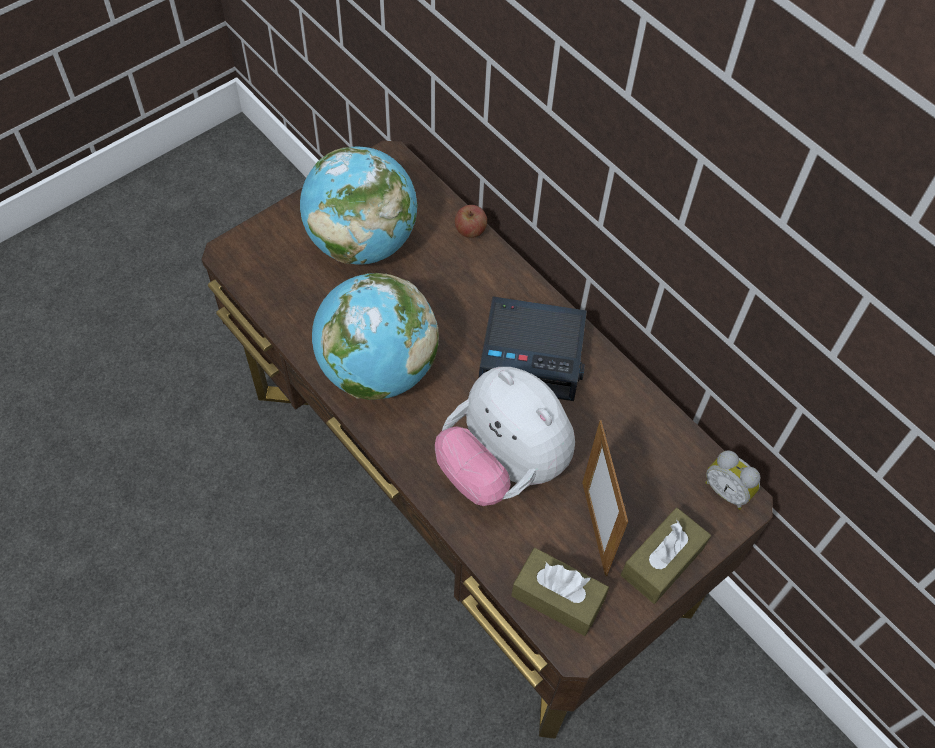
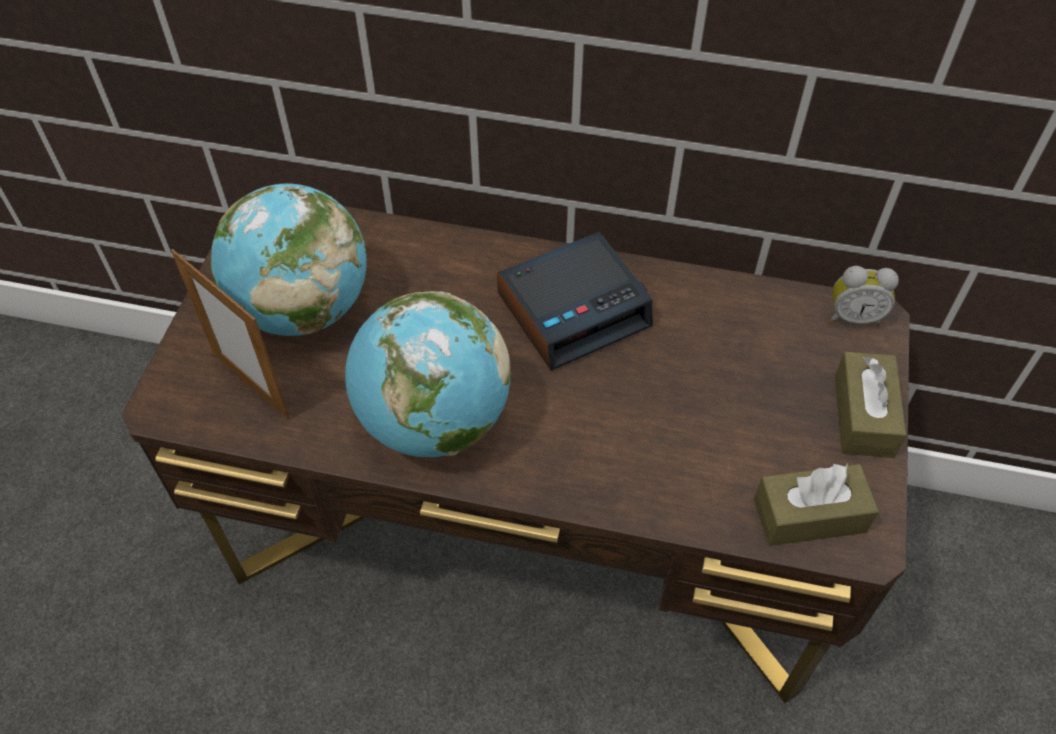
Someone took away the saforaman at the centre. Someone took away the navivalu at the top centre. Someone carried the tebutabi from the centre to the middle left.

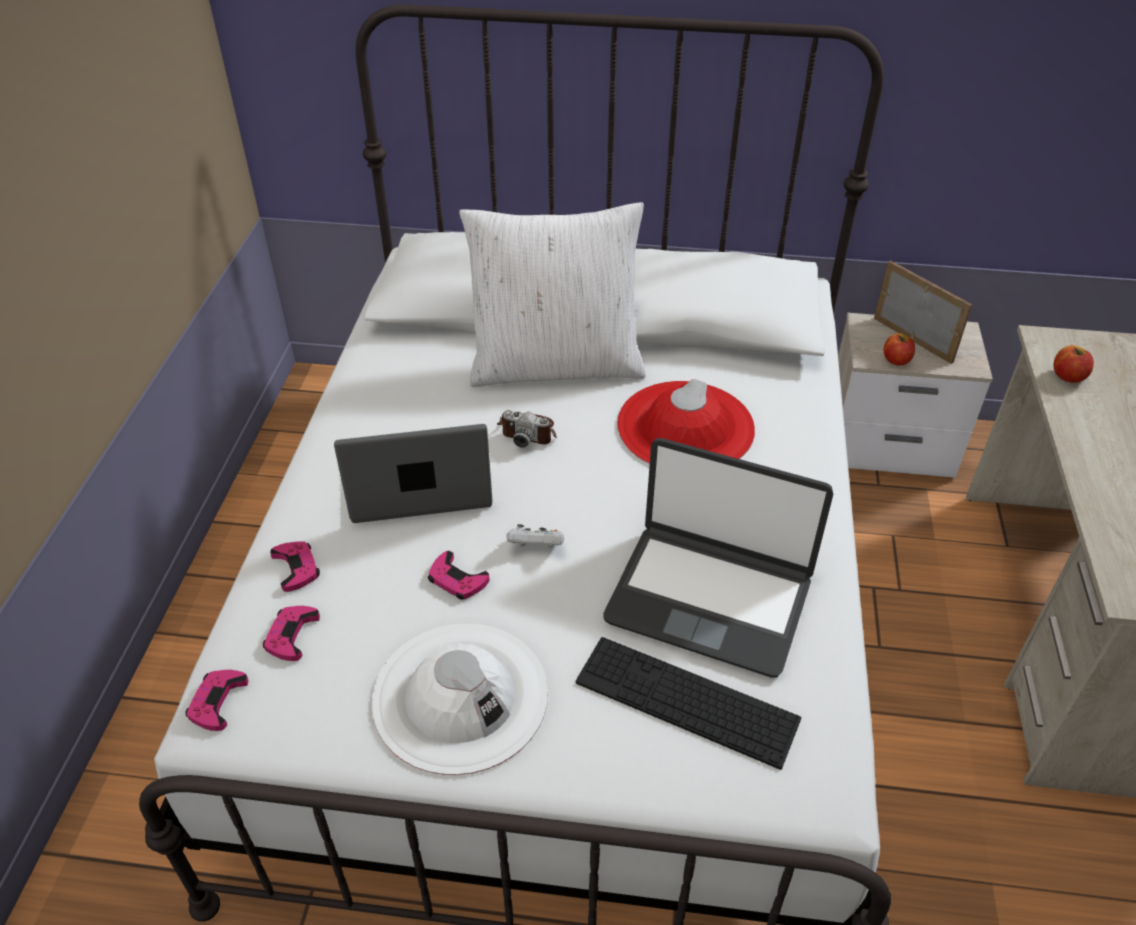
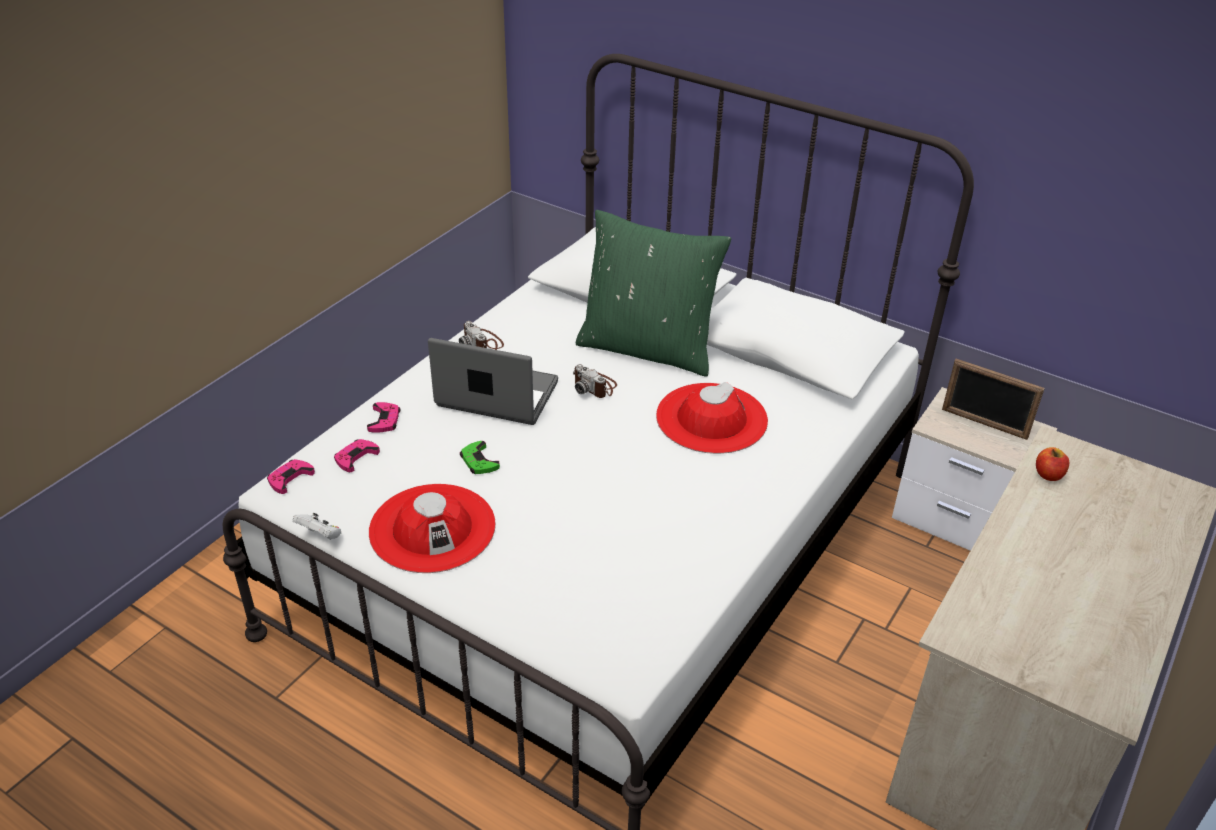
Someone took away the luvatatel at the bottom centre. Someone took away the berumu (no. 2 from left) at the centre. Someone took away the navivalu (no. 1 from left) at the middle right. Someone put down the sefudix (no. 1 from left) at the centre. Someone carried the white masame from the centre to the middle left. Someone repainted the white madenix at the bottom centre, which became the red madenix (no. 1 from left) at the centre. Someone repainted the pink masame (no. 4 from left) at the centre, which became the green masame at the centre. Someone repainted the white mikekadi at the top centre, which became the green mikekadi at the centre. Someone rotated the tebutabi at the middle right by 135 degrees clockwise.

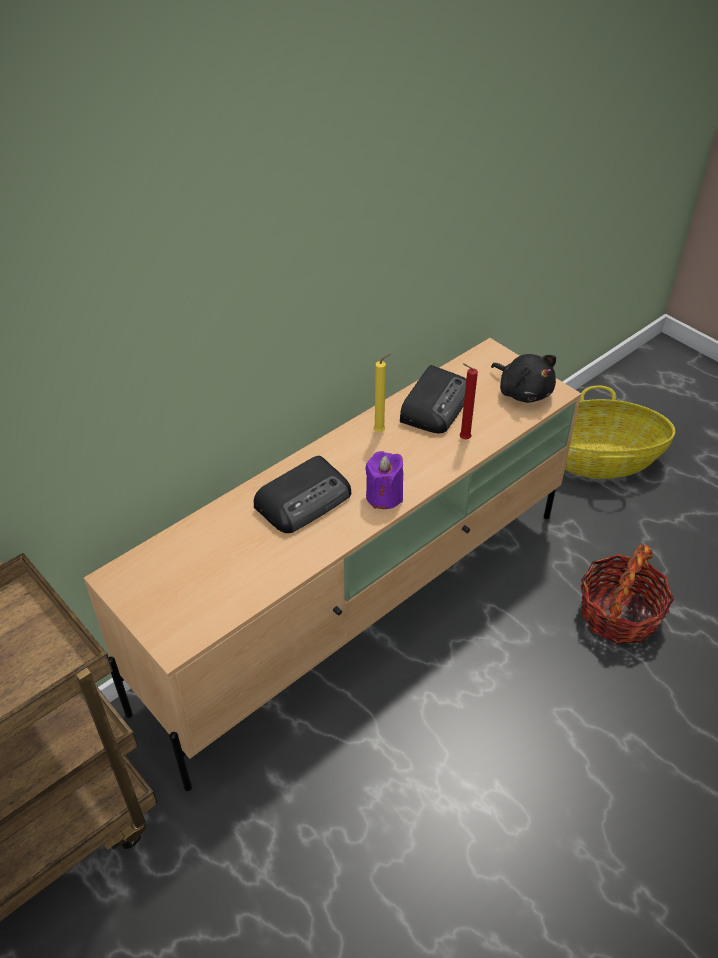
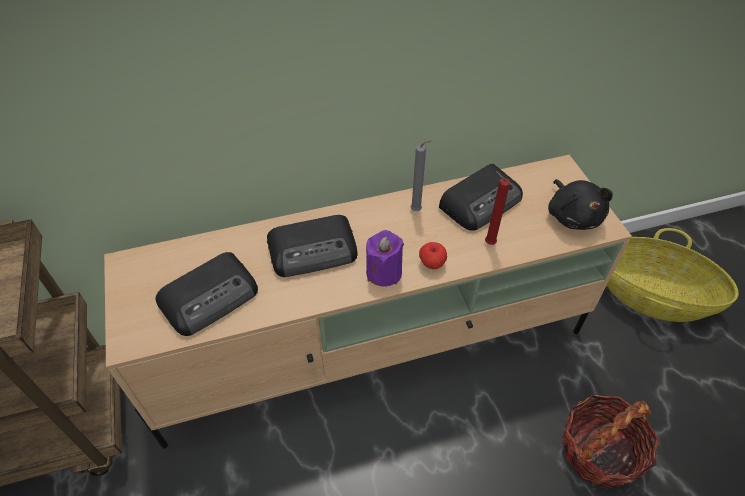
Someone put down the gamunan (no. 1 from left) at the middle left. Someone put down the navivalu at the centre. Someone repainted the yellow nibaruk at the centre, which became the grey nibaruk at the centre.

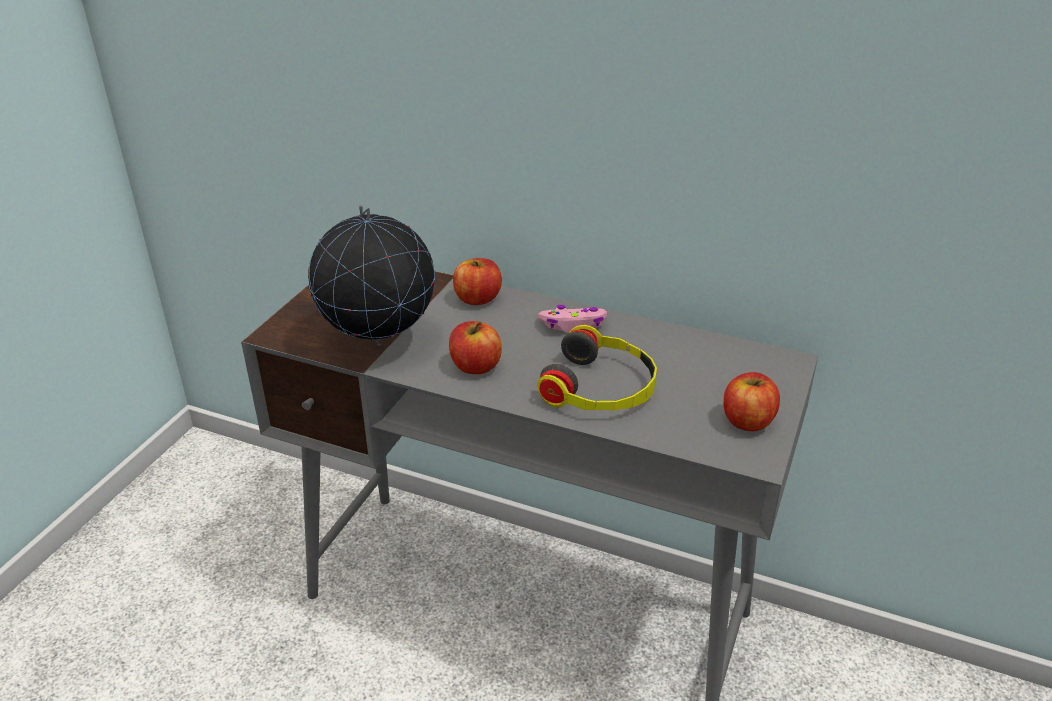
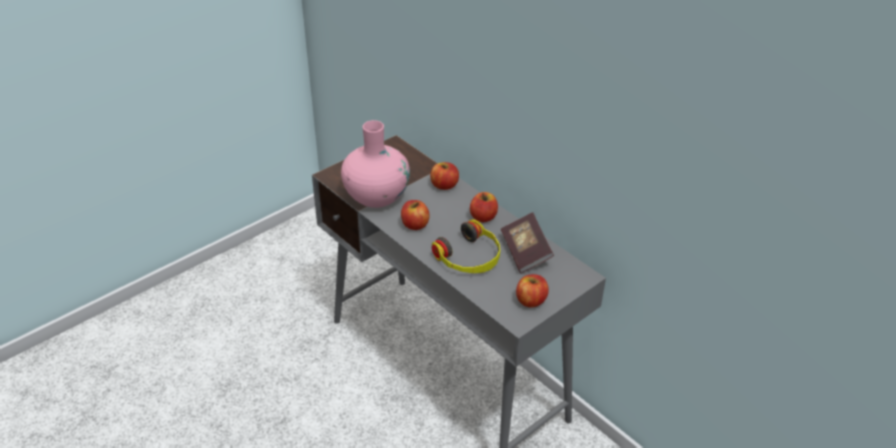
Someone put down the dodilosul at the centre. Someone swapped the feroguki at the centre for the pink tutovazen at the centre. Someone swapped the pink masame at the centre for the navivalu (no. 3 from left) at the centre.

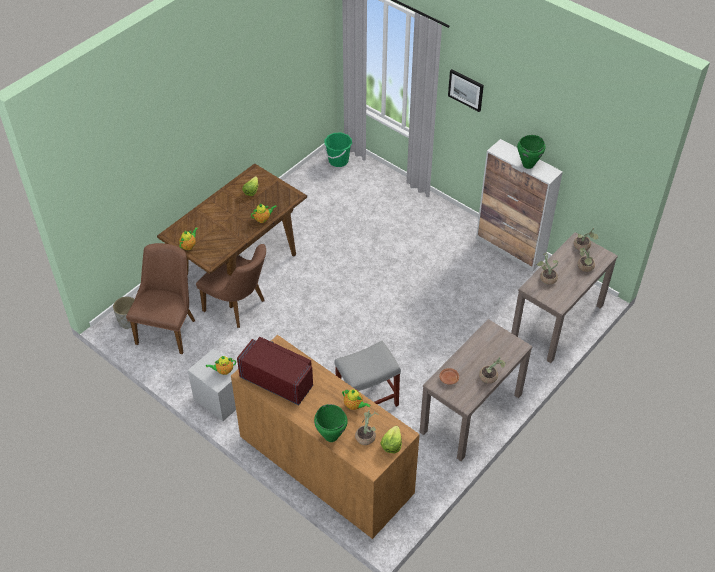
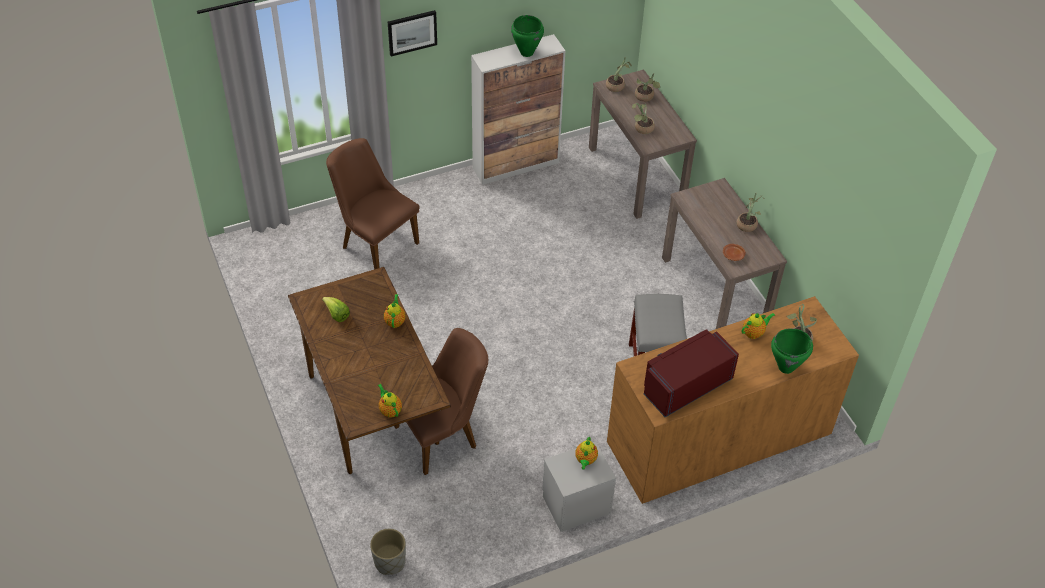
Someone took away the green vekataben at the top centre. Someone took away the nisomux (no. 2 from left) at the bottom centre. Someone carried the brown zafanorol (no. 1 from left) from the middle left to the centre.

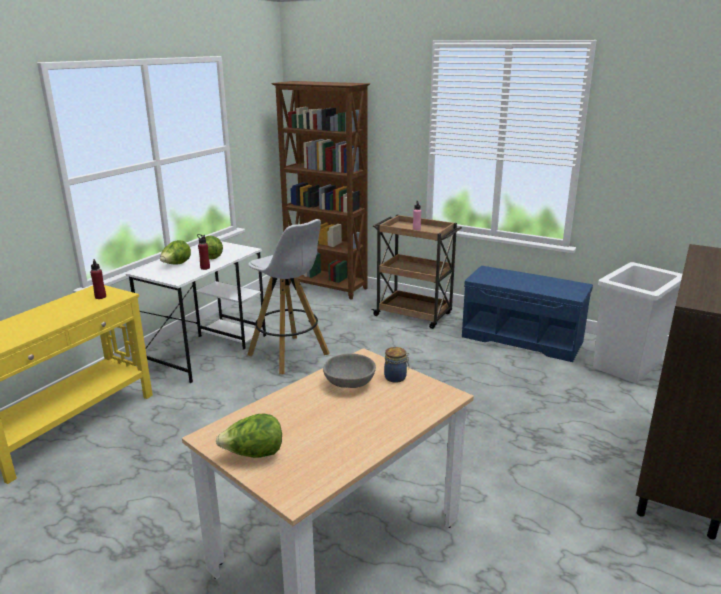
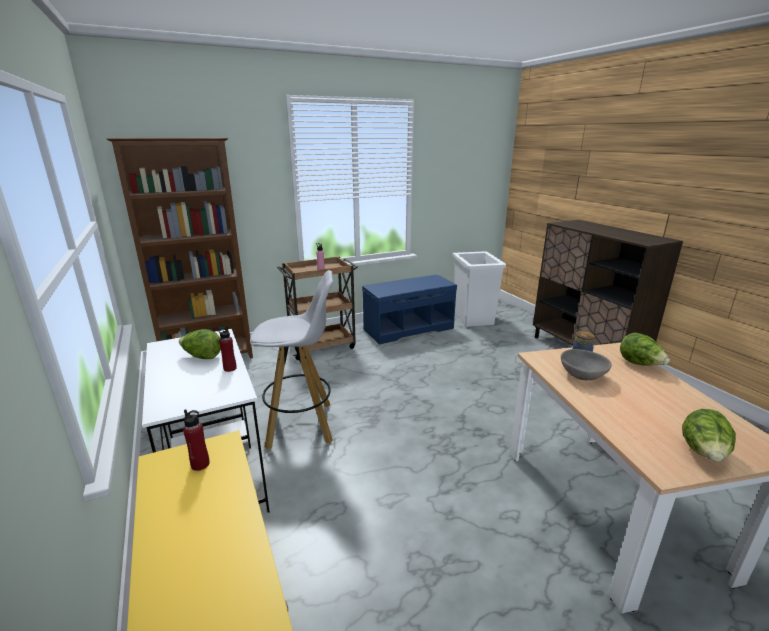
Someone carried the nisomux (no. 1 from left in the first image) from the middle left to the middle right.

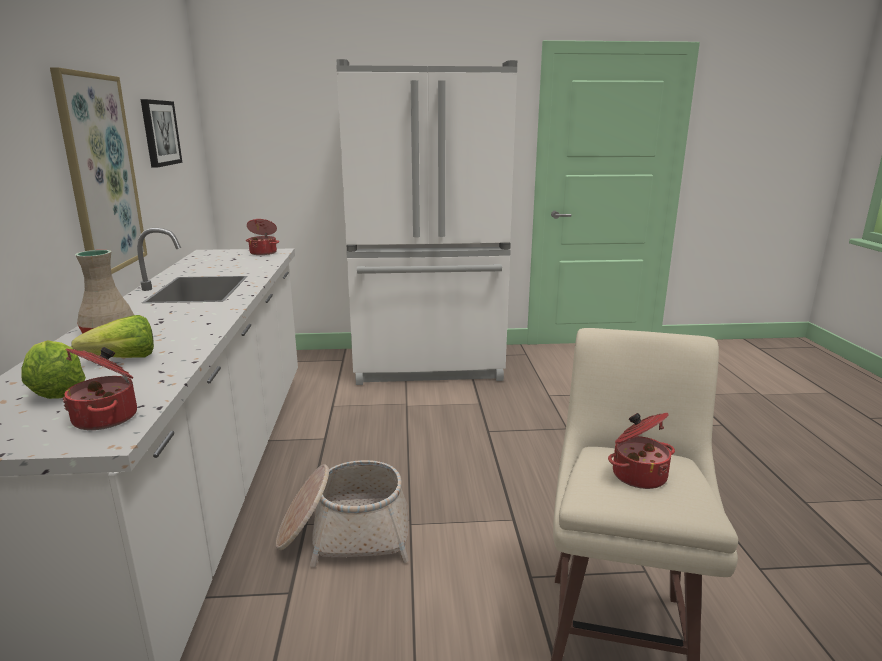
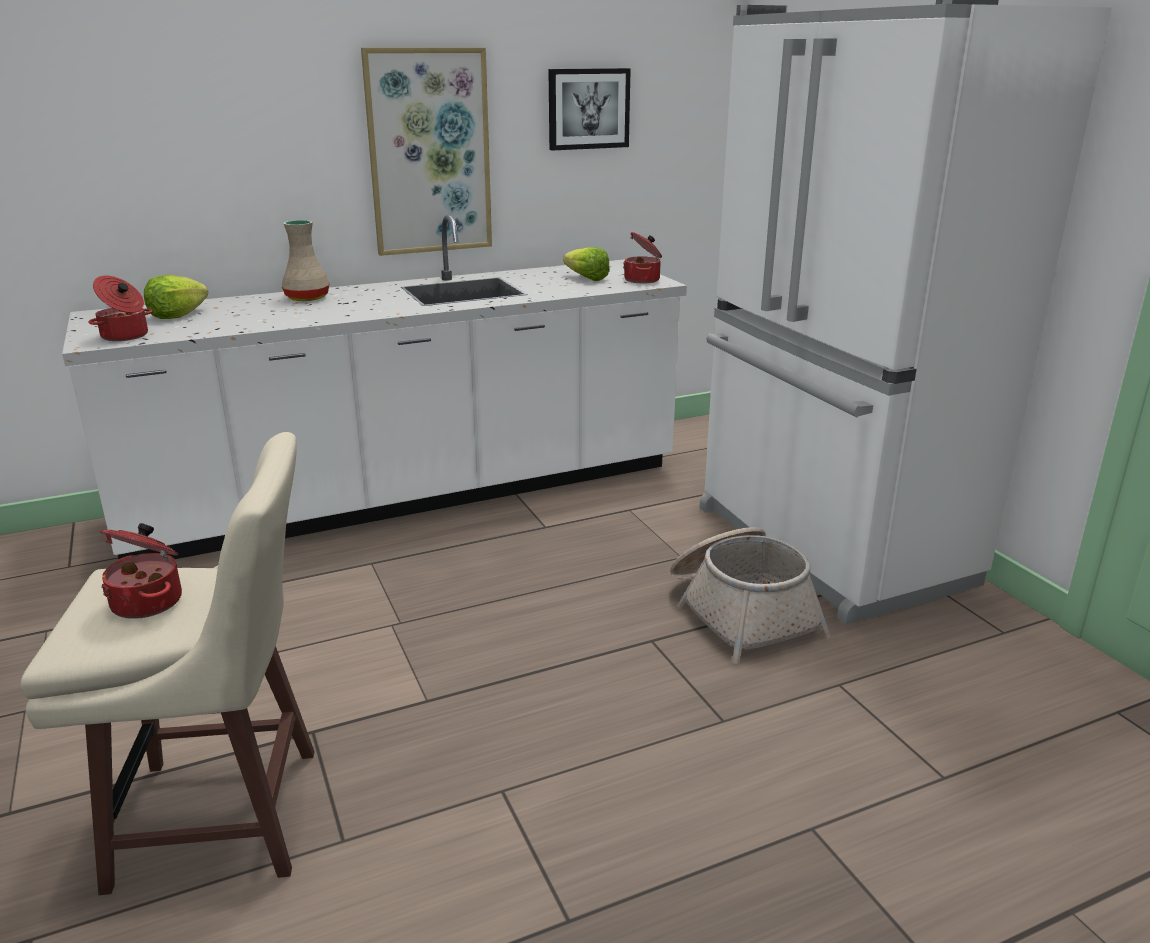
Someone carried the nisomux (no. 2 from left) from the middle left to the top centre. Someone carried the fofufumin from the bottom centre to the centre.

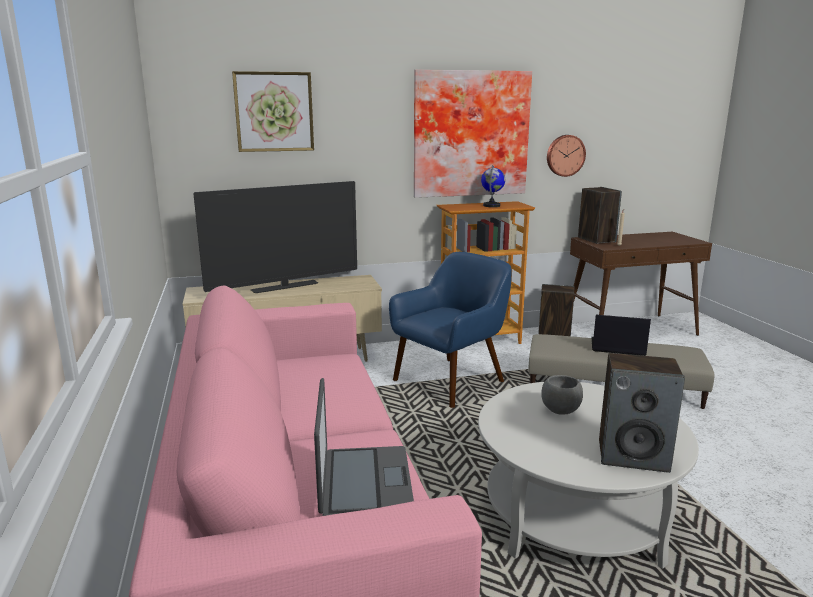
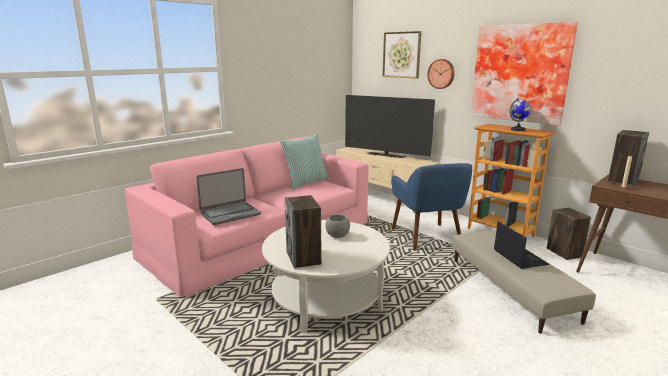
Someone put down the mikekadi at the centre. Someone carried the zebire from the top right to the top centre. Someone rotated the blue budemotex at the centre by 60 degrees clockwise.

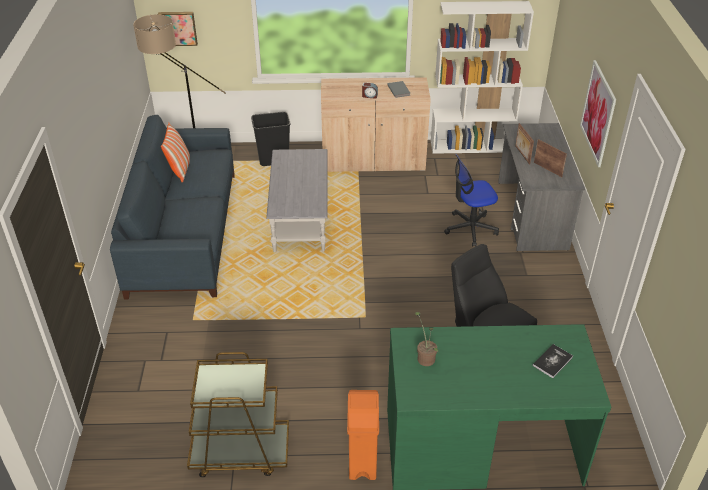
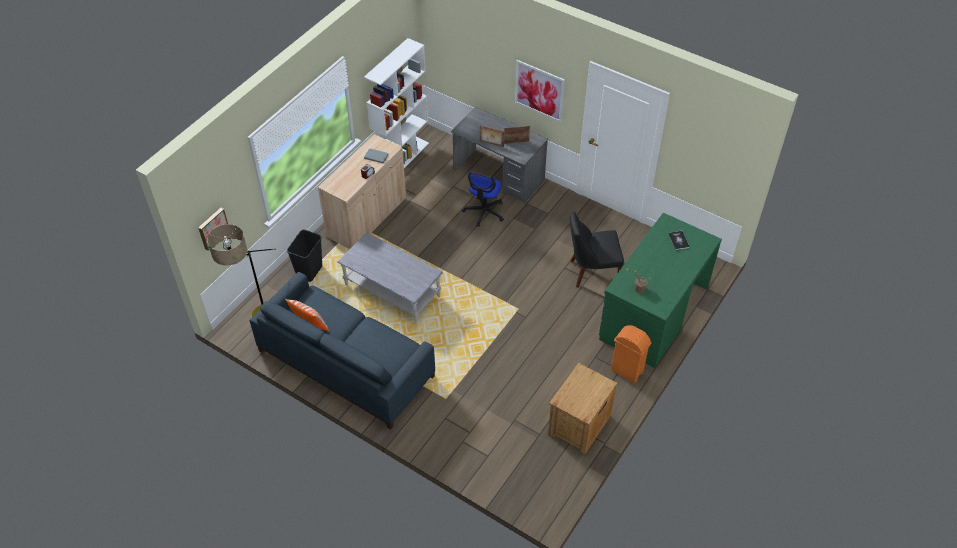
Someone swapped the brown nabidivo at the bottom centre for the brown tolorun at the bottom centre.

